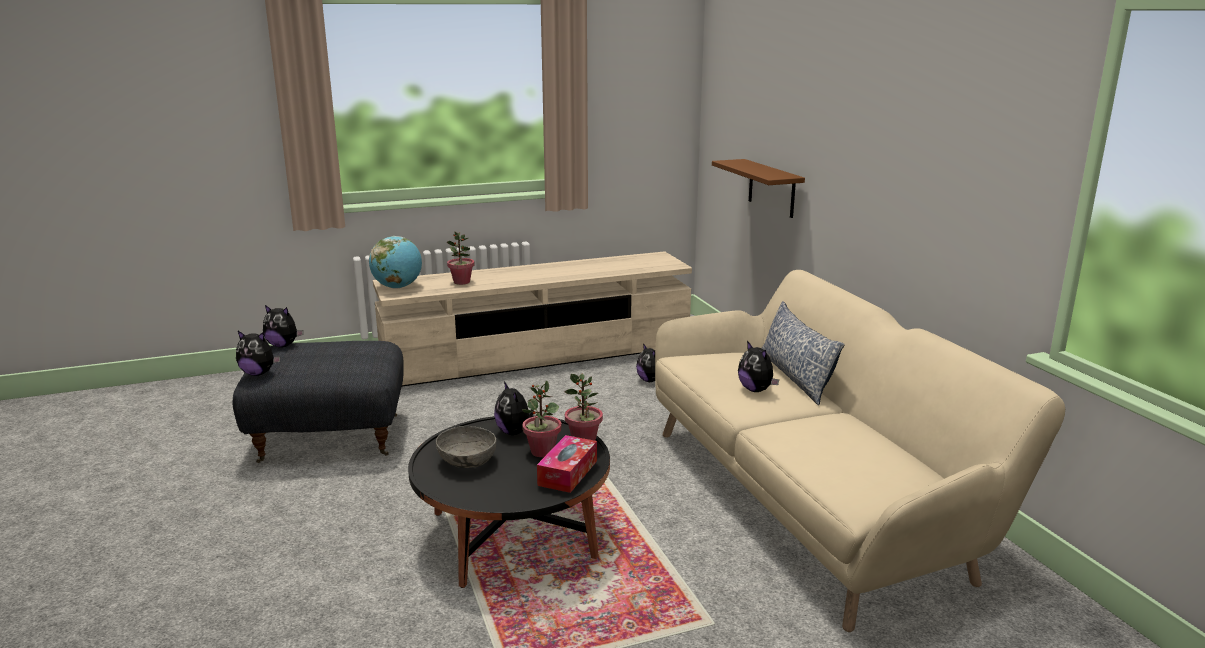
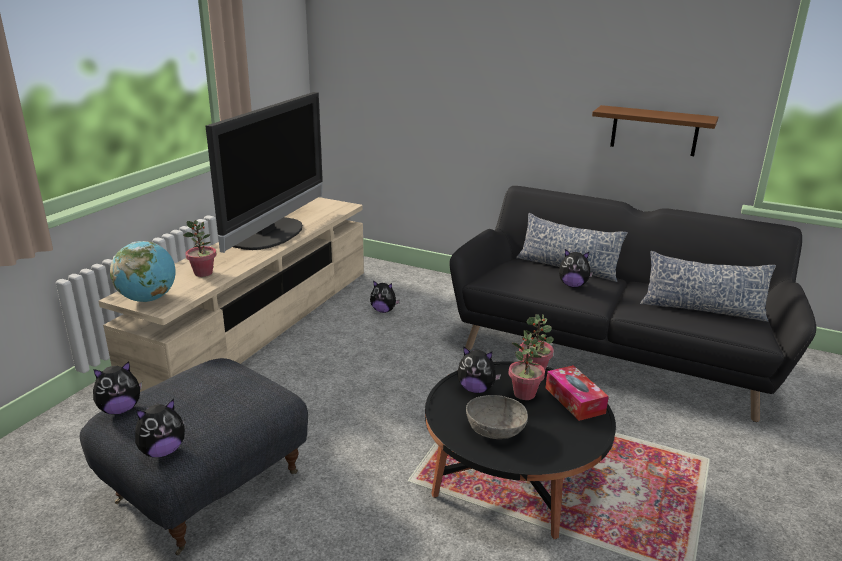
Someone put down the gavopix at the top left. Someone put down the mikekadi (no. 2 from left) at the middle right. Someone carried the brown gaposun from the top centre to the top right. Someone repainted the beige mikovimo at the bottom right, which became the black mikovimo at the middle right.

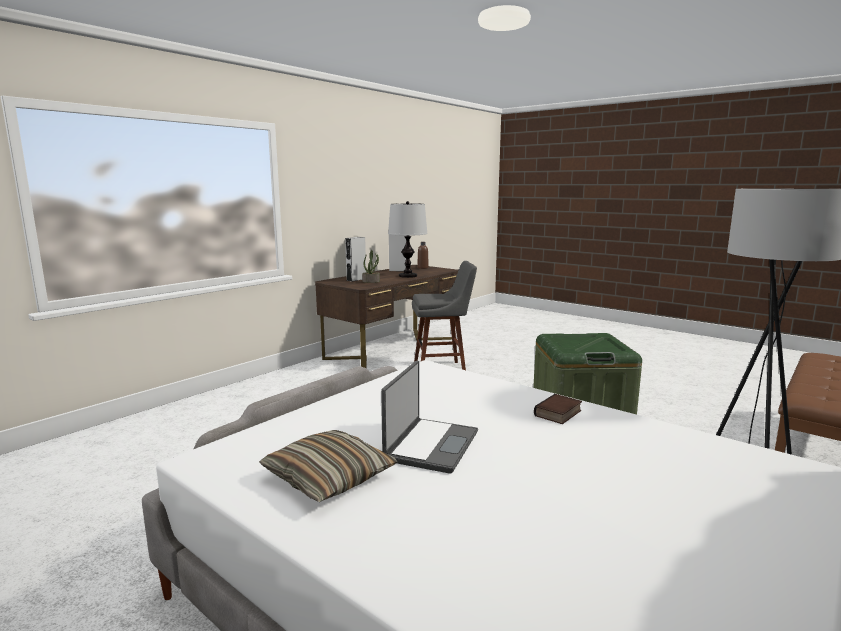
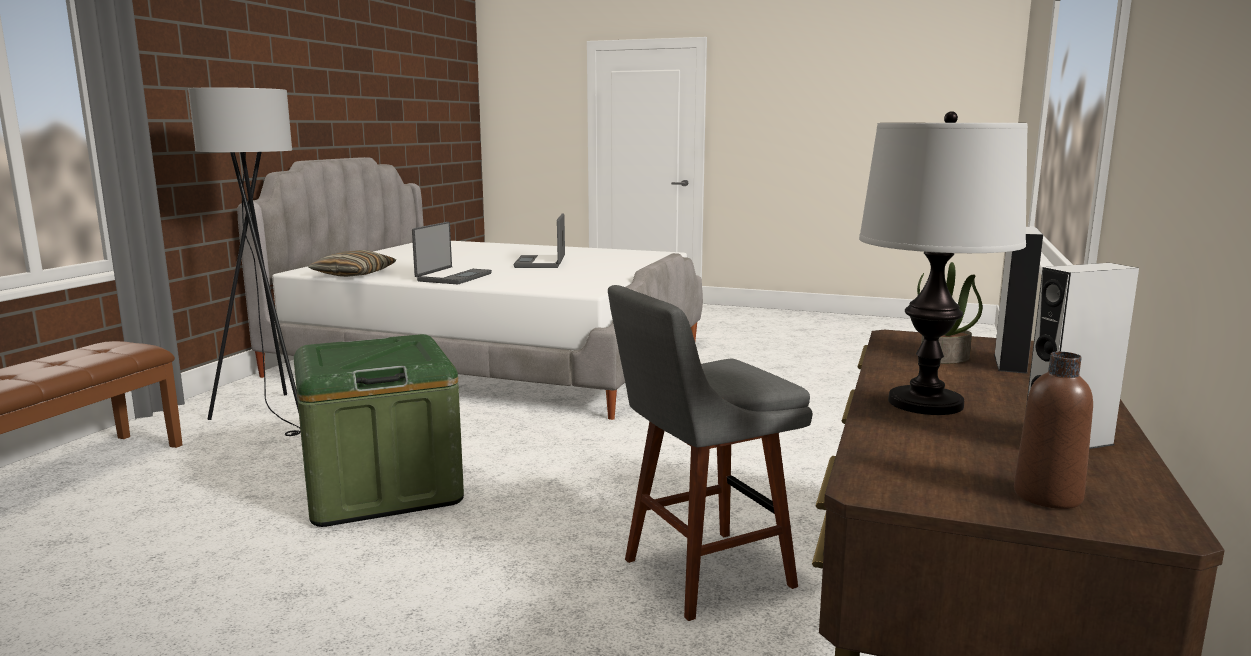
Someone carried the mikekadi from the bottom centre to the middle left. Someone swapped the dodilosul at the centre for the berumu (no. 1 from left) at the centre.

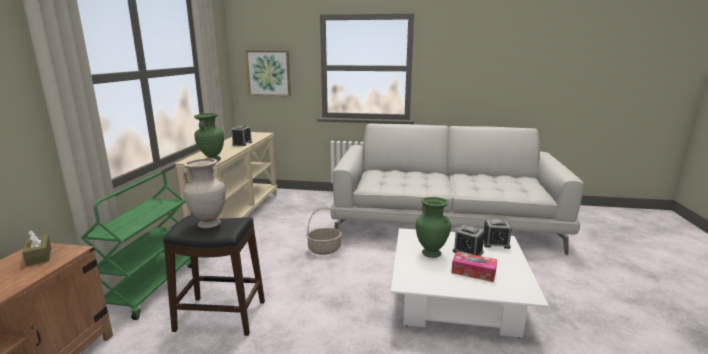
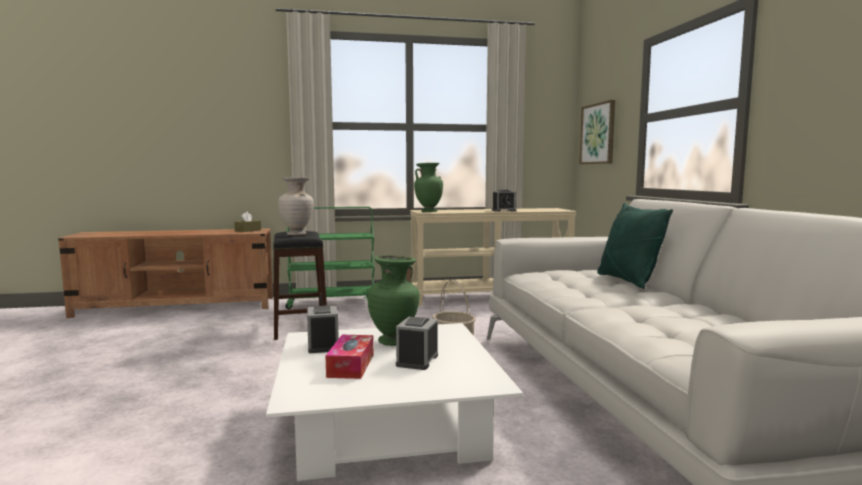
Someone put down the green mikekadi at the middle right. Someone carried the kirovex (no. 3 from left in the first image) from the middle right to the bottom centre.

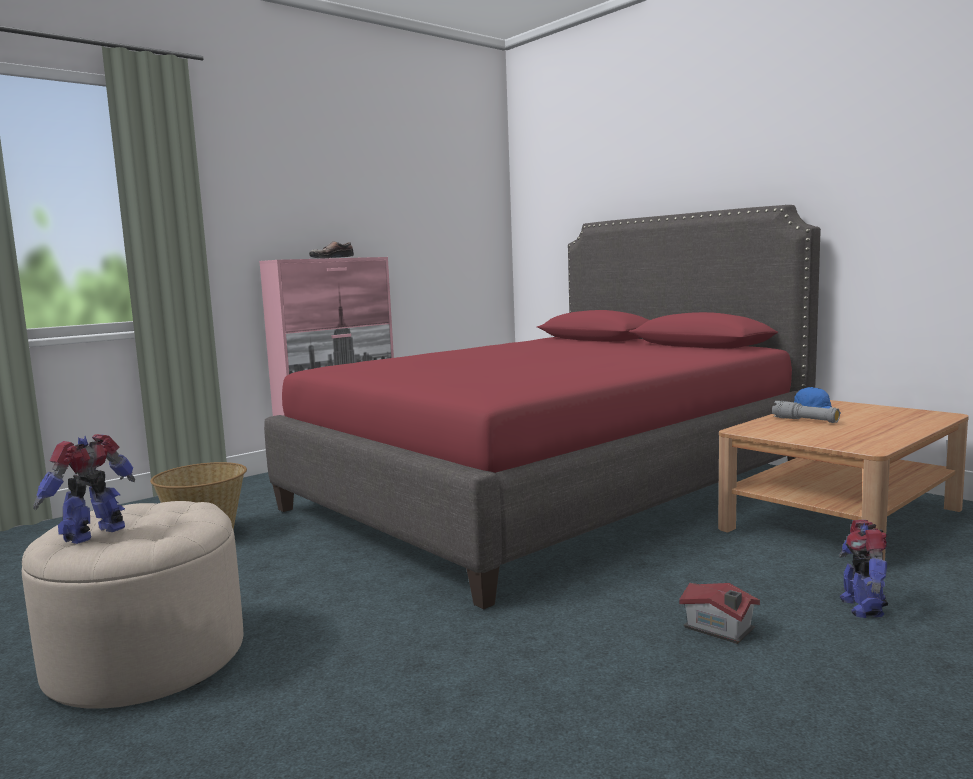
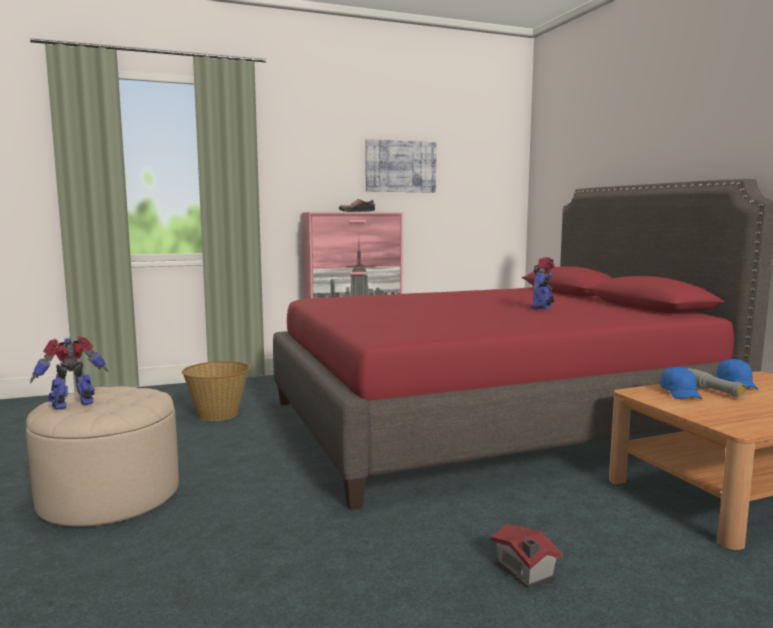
Someone put up the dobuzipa at the top centre. Someone put down the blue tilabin (no. 1 from left) at the middle right. Someone carried the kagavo (no. 2 from left) from the bottom right to the middle right.

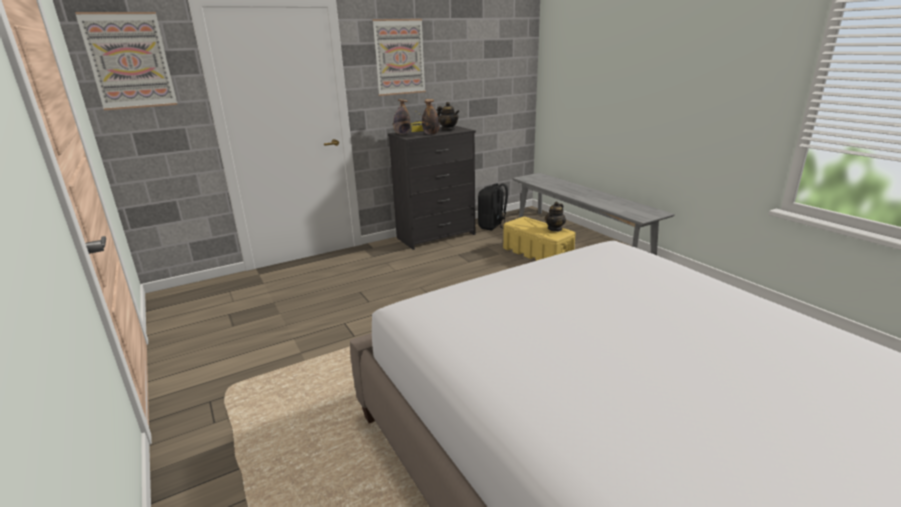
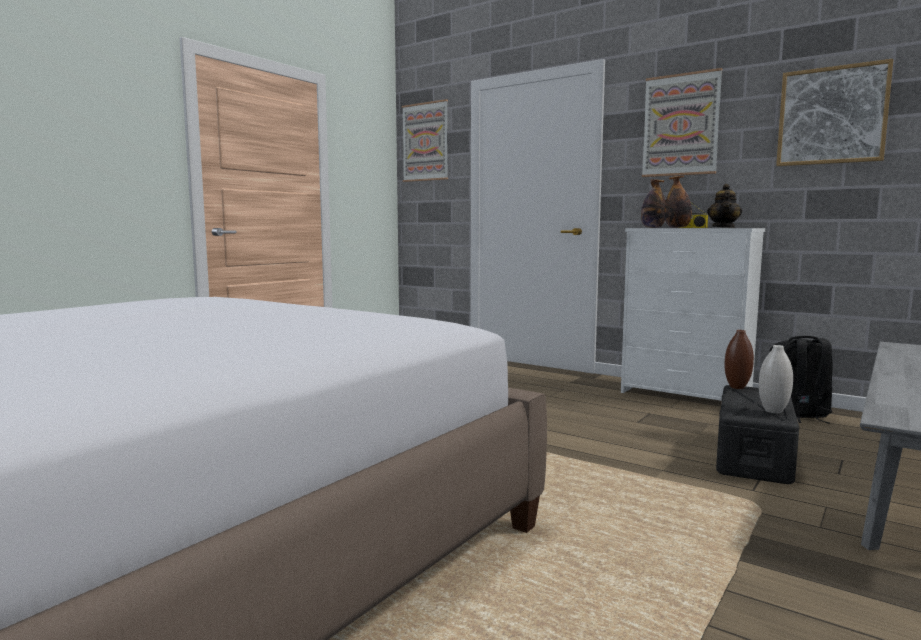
Someone put down the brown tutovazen at the middle right. Someone put up the dobuzipa (no. 3 from left) at the top right. Someone swapped the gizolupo (no. 2 from left) at the centre for the white tutovazen at the middle right. Someone repainted the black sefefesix at the centre, which became the white sefefesix at the middle right. Someone repainted the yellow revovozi at the centre, which became the black revovozi at the bottom right.

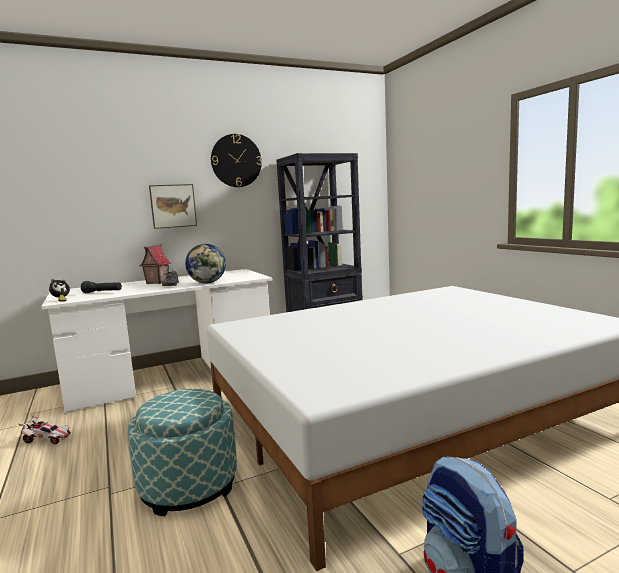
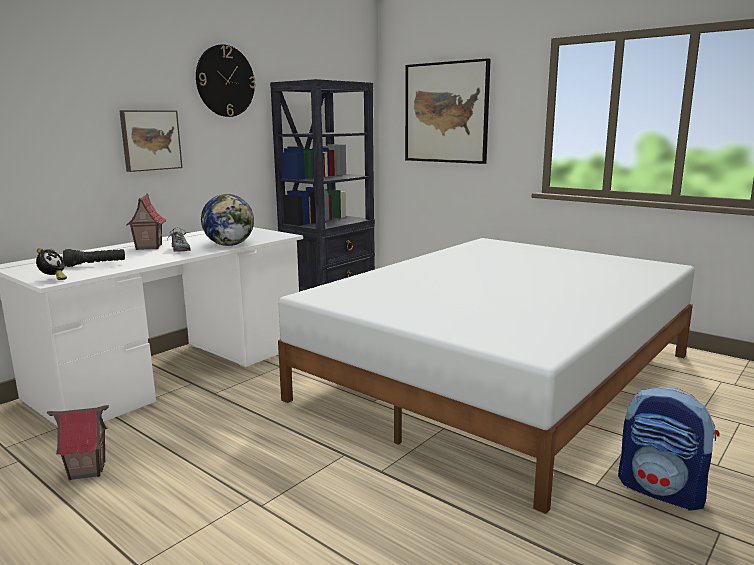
Someone took away the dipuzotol at the bottom left. Someone put up the dobuzipa (no. 2 from left) at the top centre. Someone swapped the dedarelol at the bottom left for the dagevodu (no. 1 from left) at the bottom left.

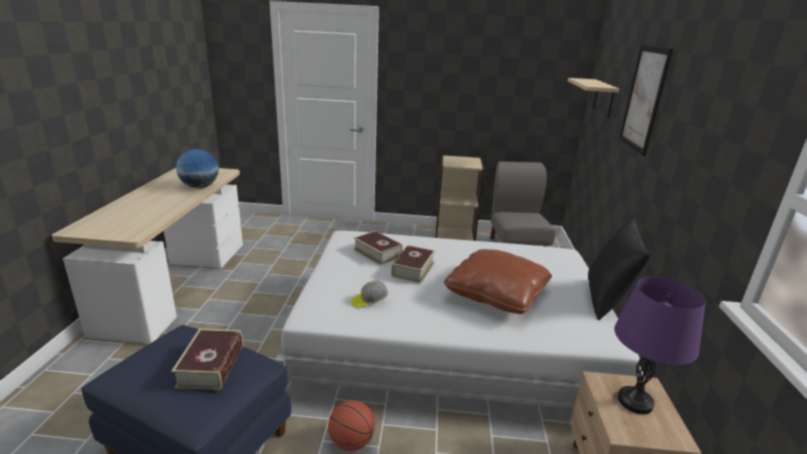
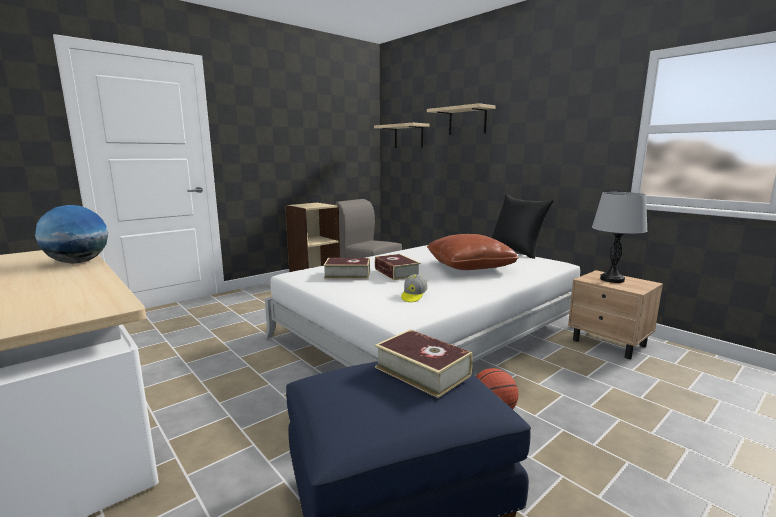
Someone swapped the dobuzipa at the top right for the beige gaposun (no. 2 from left) at the top centre. Someone repainted the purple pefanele at the bottom right, which became the grey pefanele at the middle right.

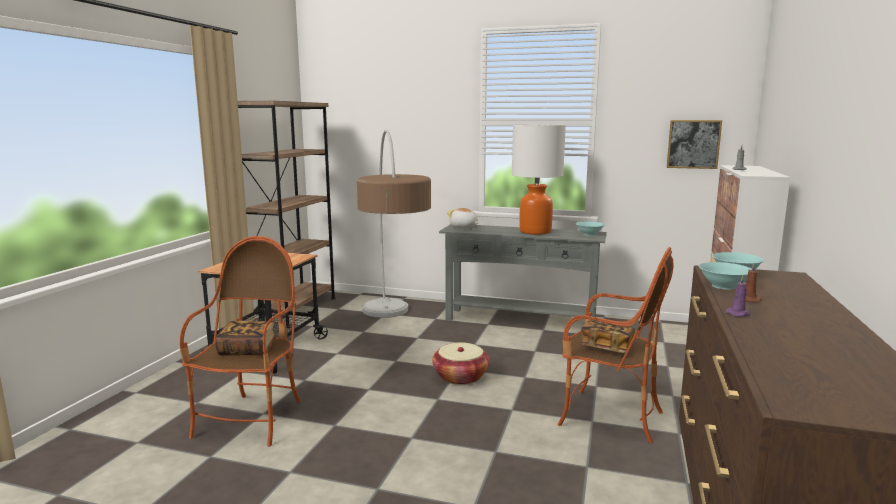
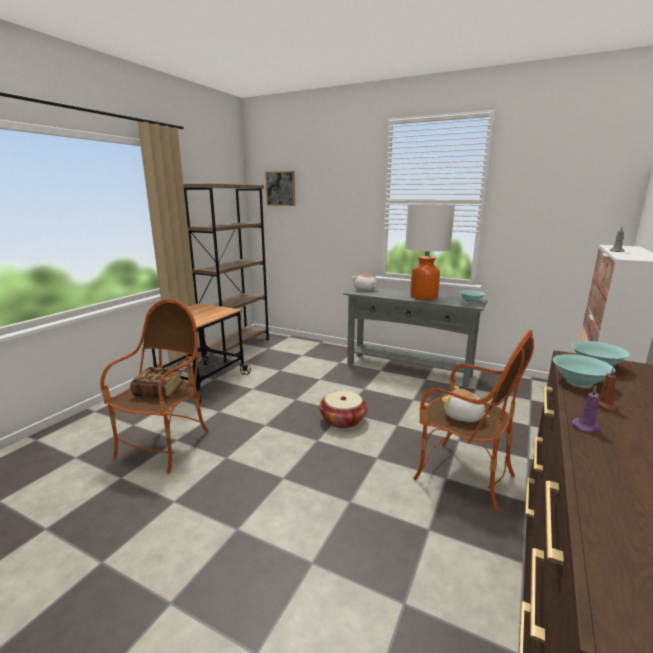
Someone took away the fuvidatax at the centre. Someone carried the dobuzipa from the top right to the top centre. Someone swapped the dodilosul (no. 2 from left) at the bottom right for the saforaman (no. 2 from left) at the middle right.

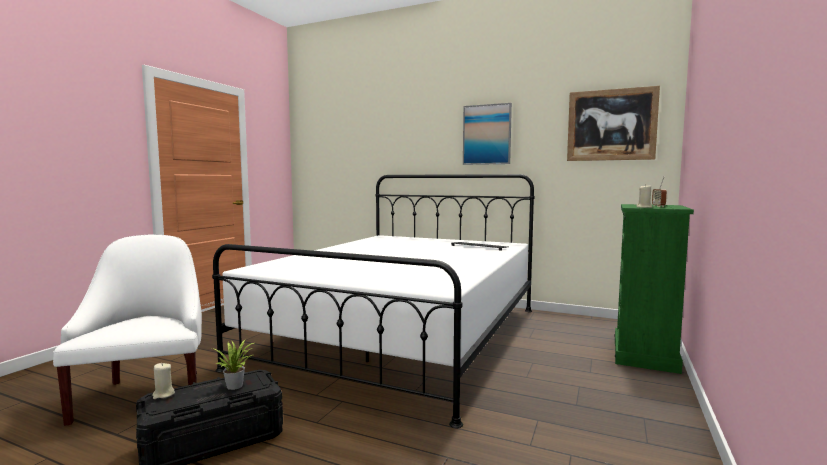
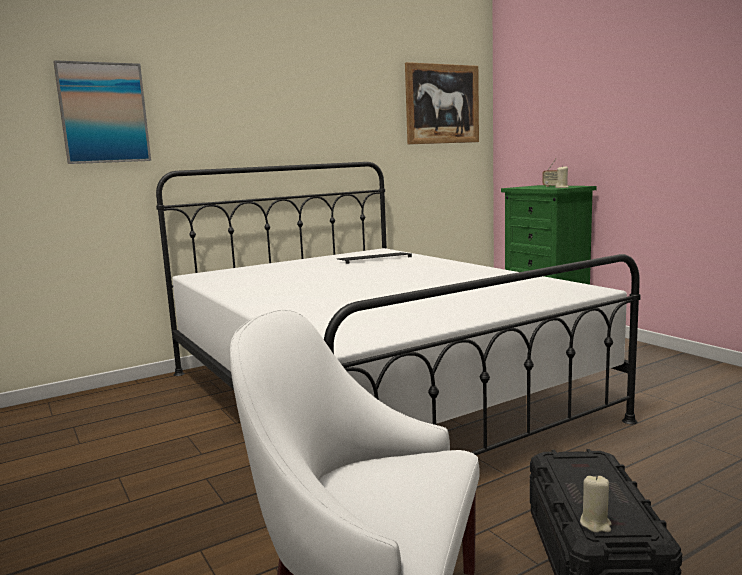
Someone took away the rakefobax at the bottom left. Someone carried the dobuzipa (no. 1 from left) from the top centre to the top left.

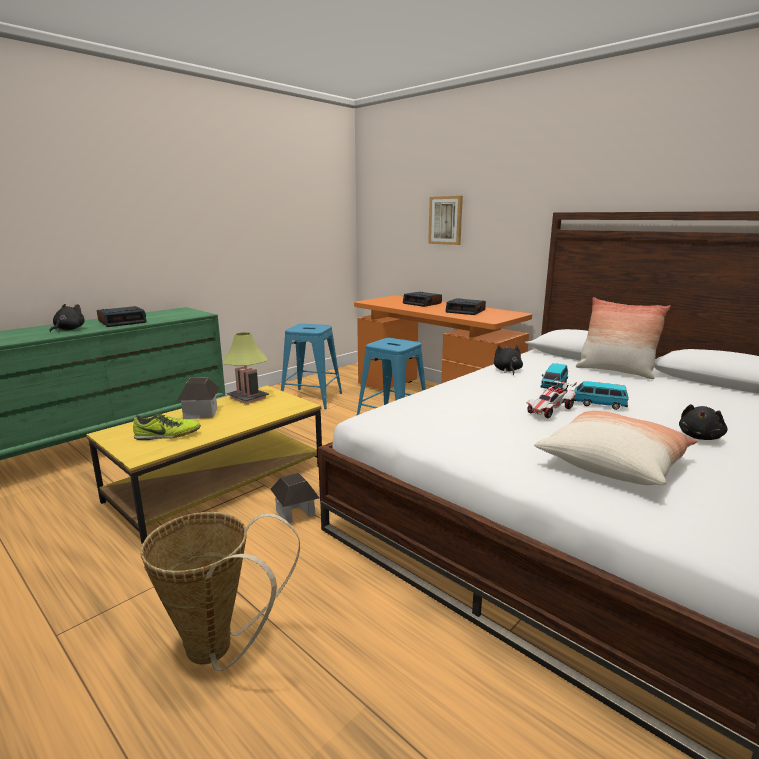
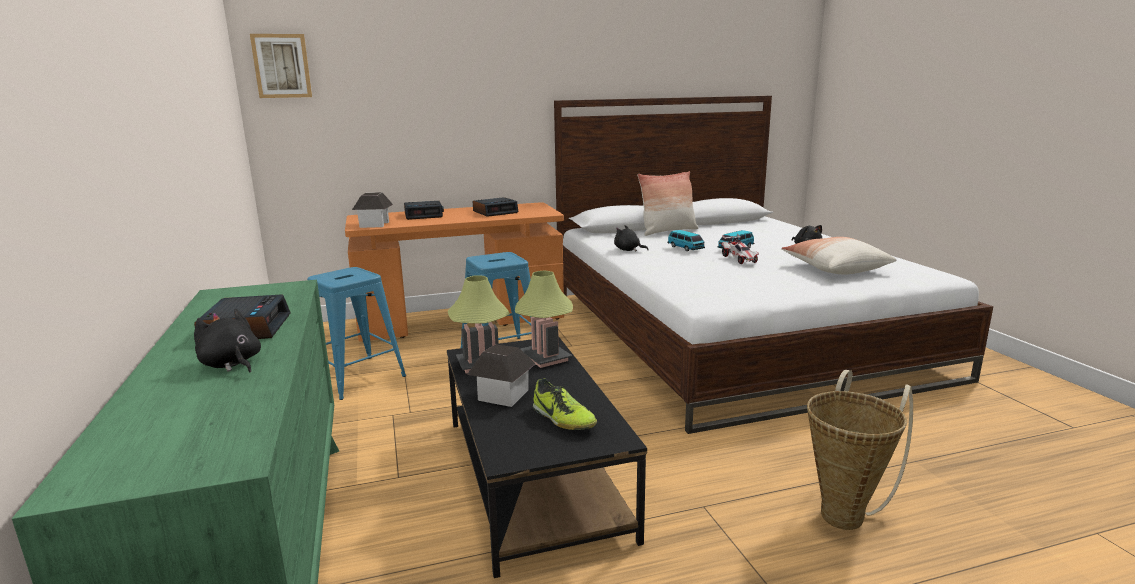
Someone put down the pefanele (no. 2 from left) at the centre. Someone carried the dagevodu (no. 2 from left in the first image) from the centre to the middle left. Someone carried the dobuzipa from the top centre to the top left. Someone repainted the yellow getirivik at the middle left, which became the black getirivik at the bottom centre. Someone rotated the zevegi at the middle left by 120 degrees clockwise.

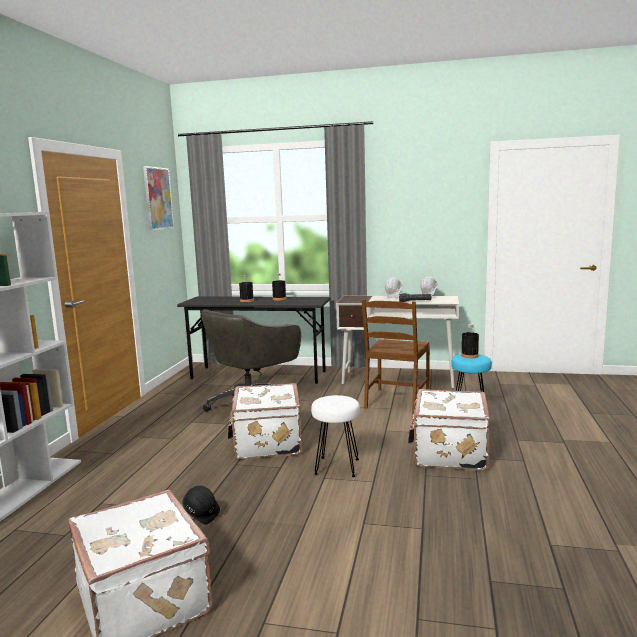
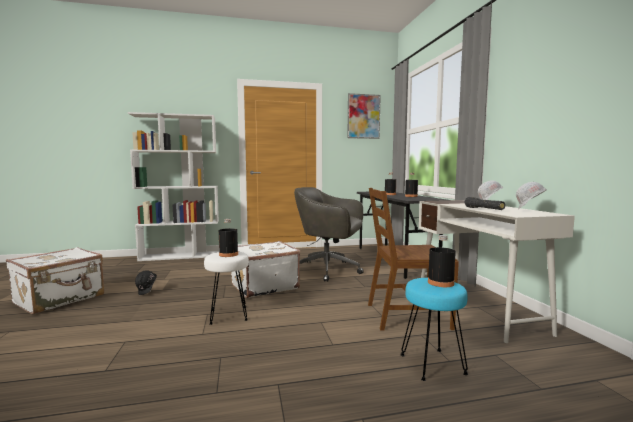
Someone took away the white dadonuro (no. 3 from left) at the bottom right. Someone put down the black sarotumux (no. 1 from left) at the centre.

